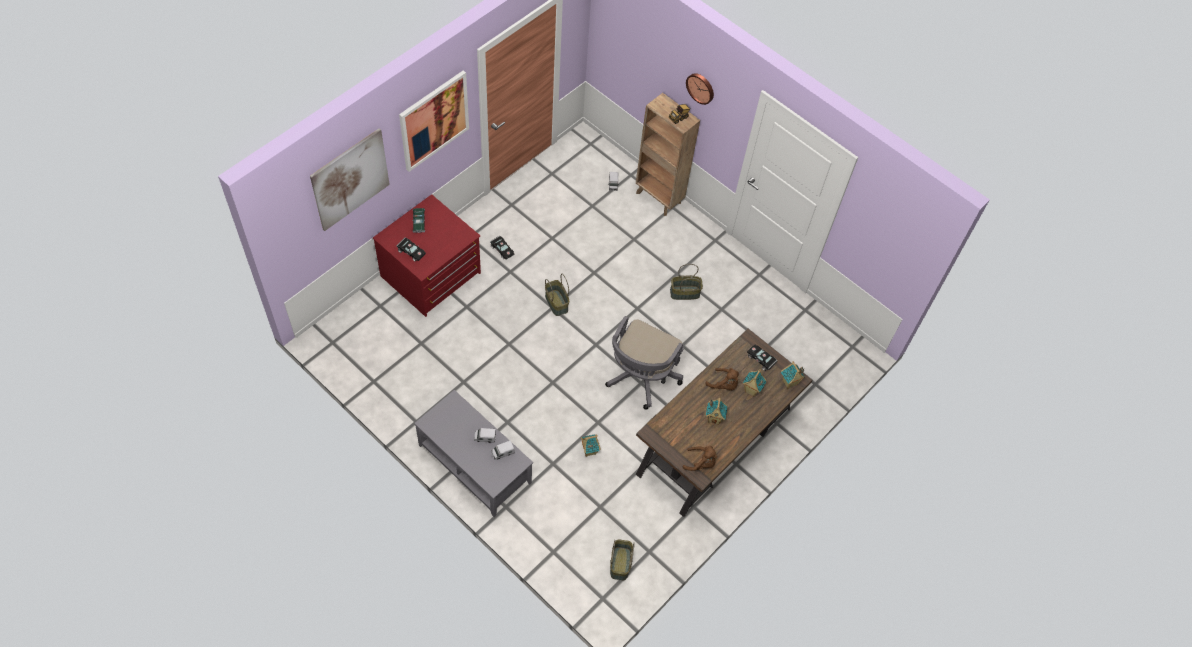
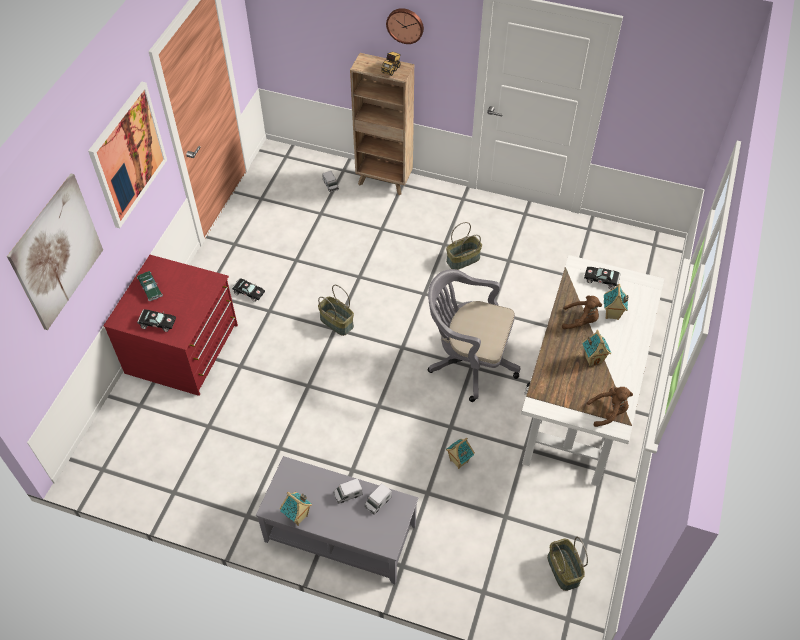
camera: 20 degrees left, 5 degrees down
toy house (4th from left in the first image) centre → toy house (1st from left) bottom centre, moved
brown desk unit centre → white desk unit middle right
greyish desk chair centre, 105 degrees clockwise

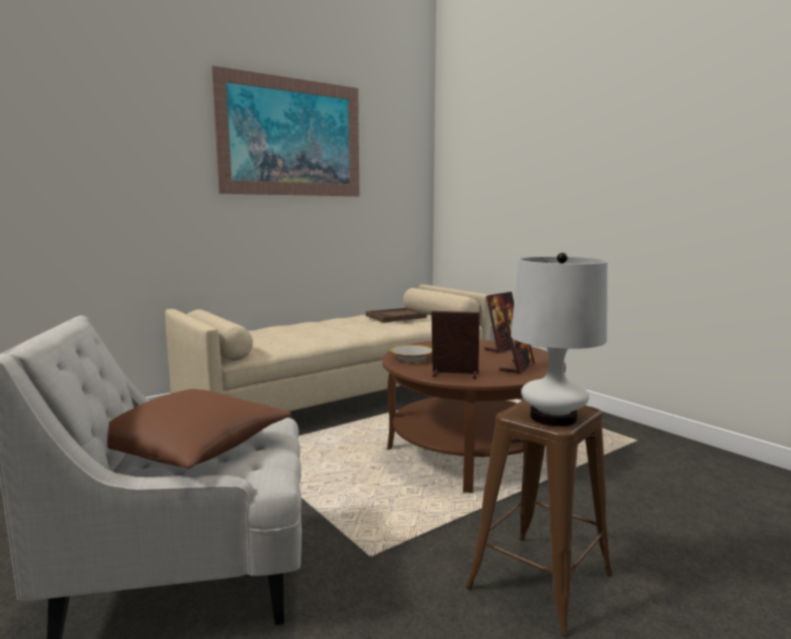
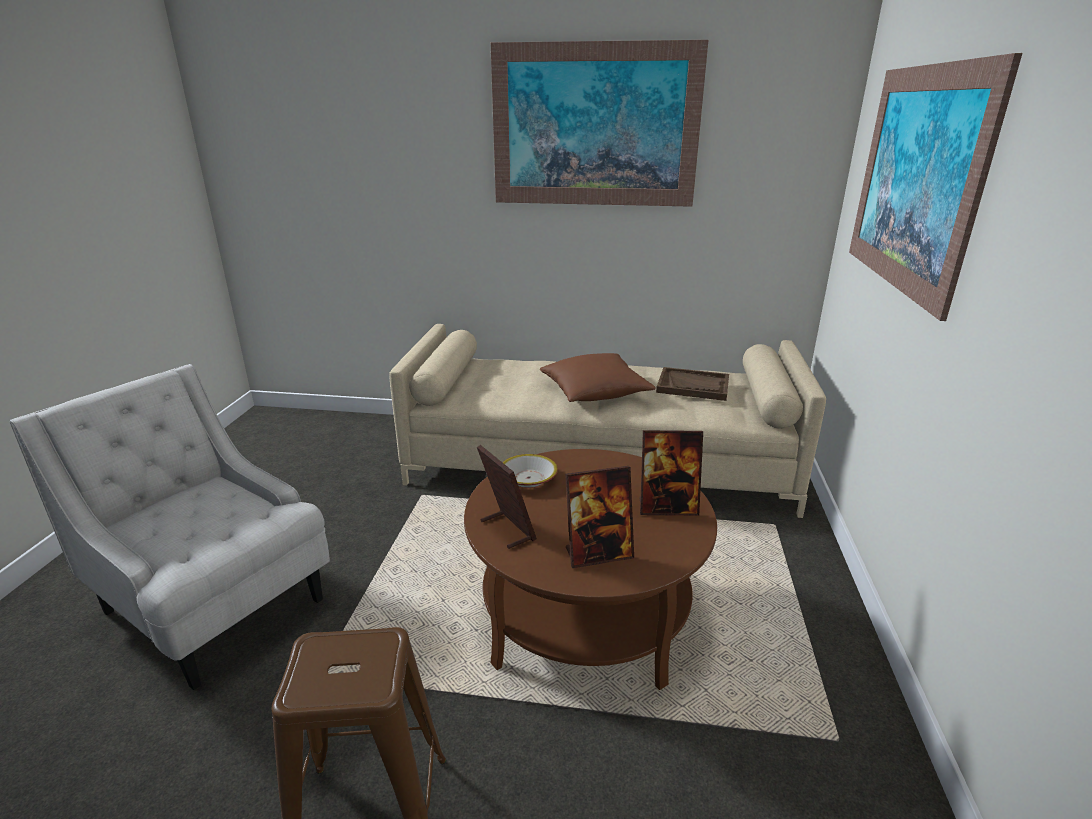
camera: 45 degrees right, 15 degrees up
white table lamp middle right → -
- → wall art (2nd from left) top right
brown throw pillow bottom left → brown throw pillow centre, moved

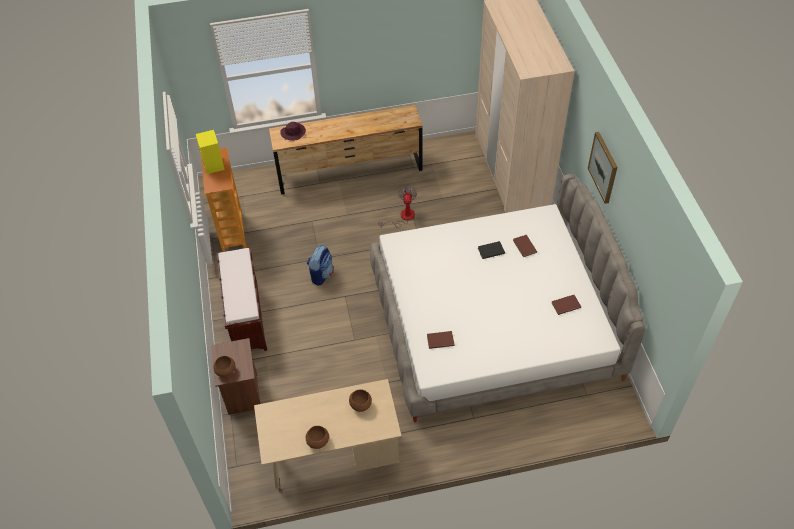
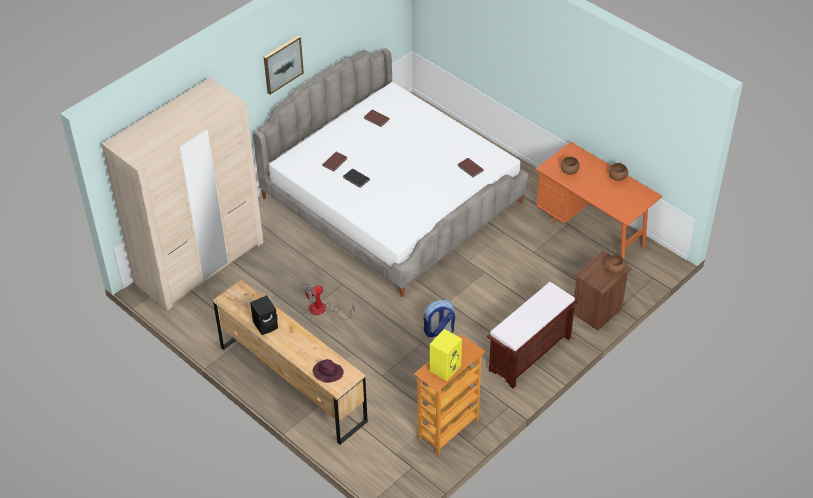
camera: 125 degrees left, 5 degrees down
- → blackish loudspeaker middle left
beige-coloured desk unit bottom centre → orange desk unit middle right

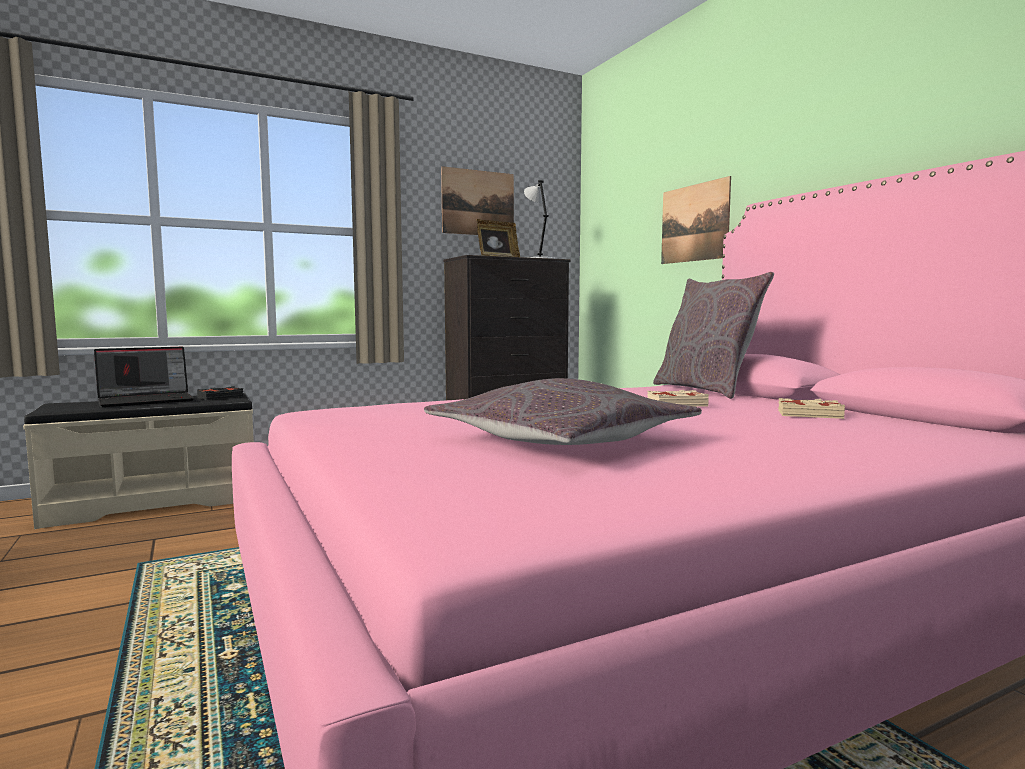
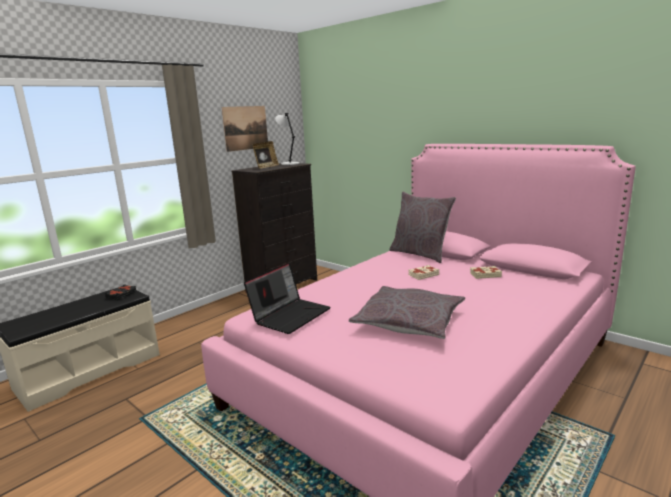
camera: 20 degrees left, 10 degrees up
wall art (2nd from left) top right → -
notebook computer middle left → notebook computer centre, moved

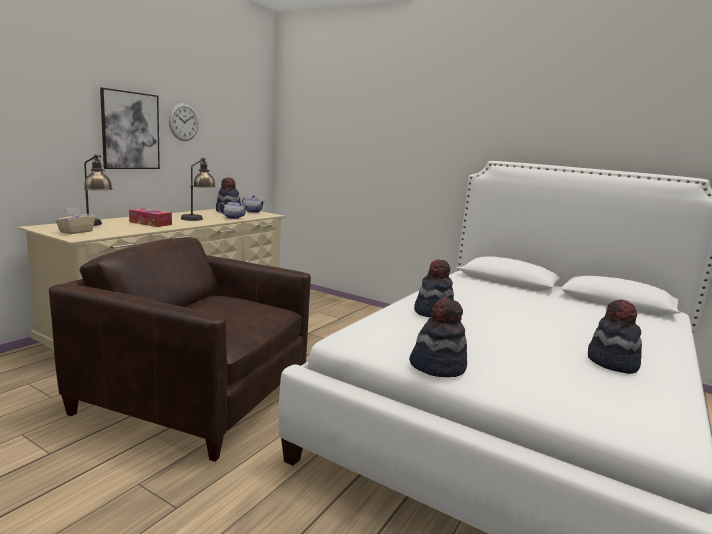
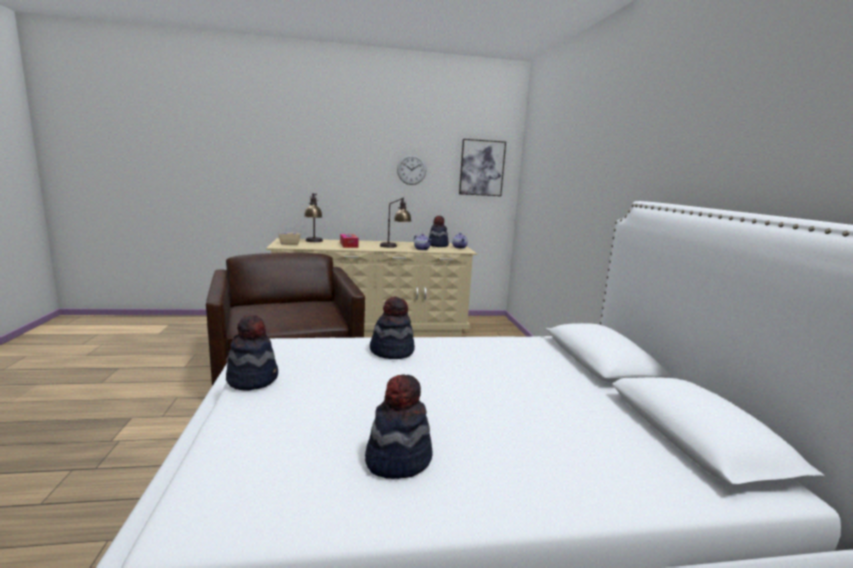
camera: 50 degrees right, 0 degrees up
wall art top left → wall art top centre, moved

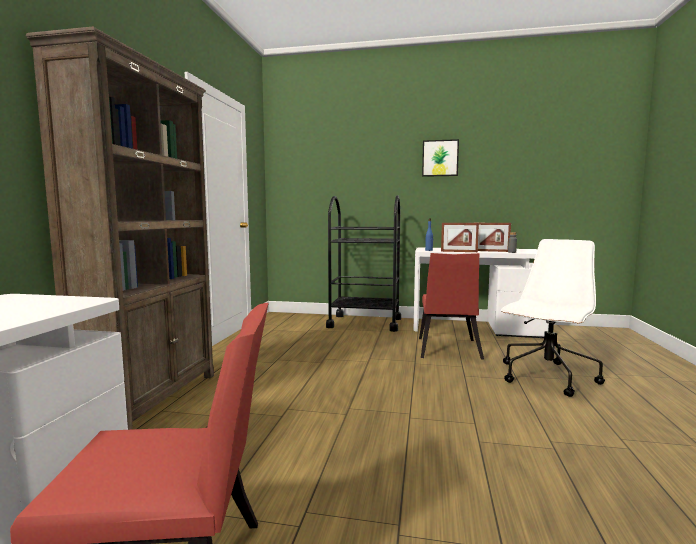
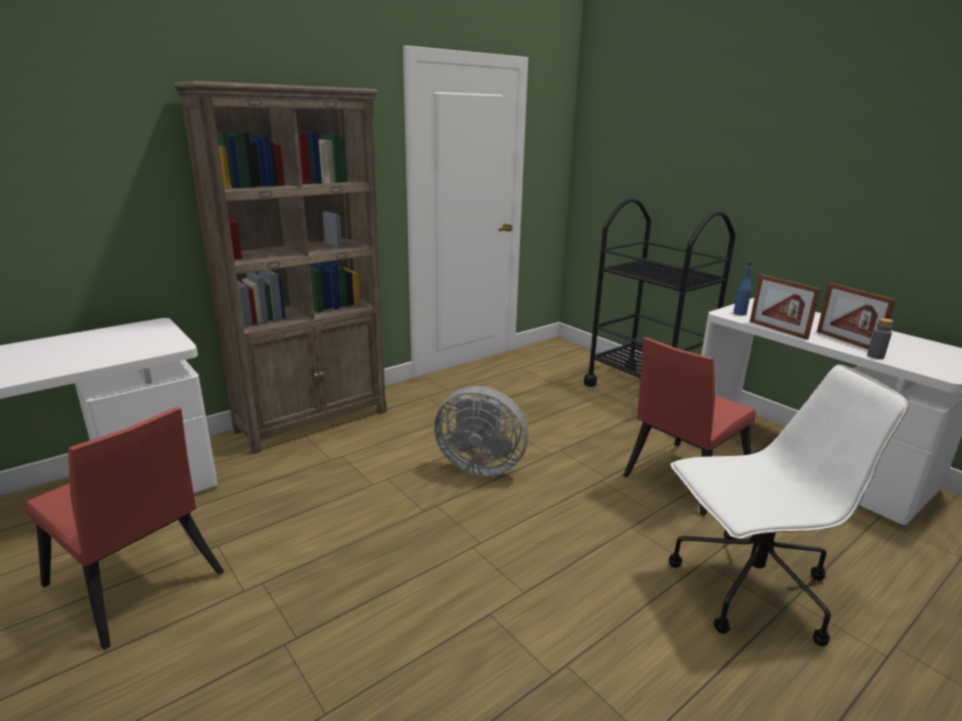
camera: 40 degrees right, 15 degrees up
wall art top centre → -
- → greyish electric fan centre

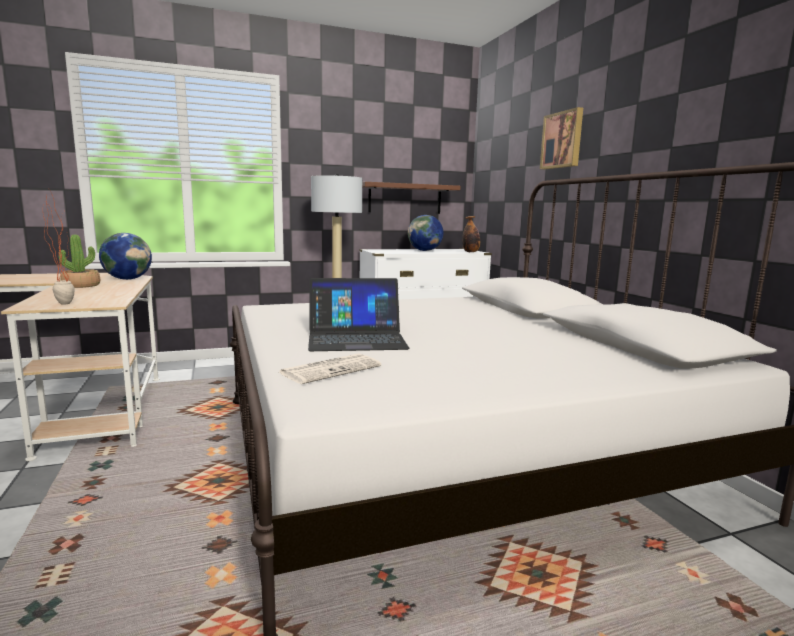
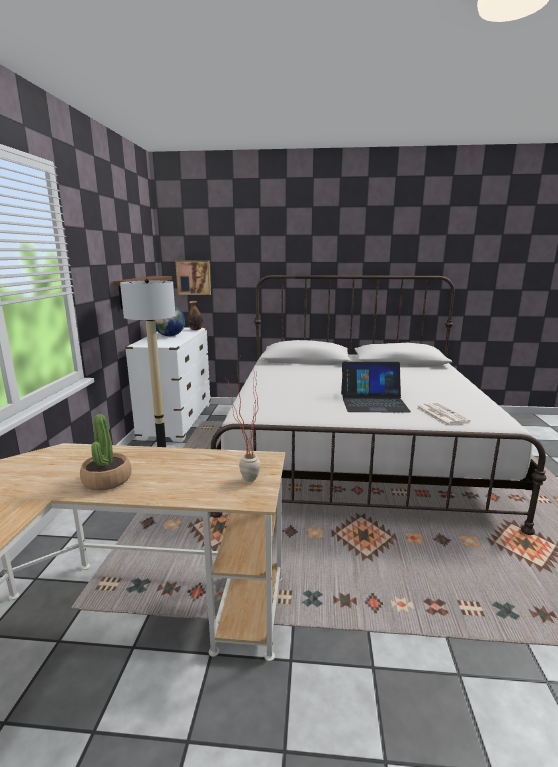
camera: 65 degrees left, 5 degrees up
globe (1st from left) middle left → -
wall art top right → wall art centre, moved
notebook computer centre → notebook computer middle right, 75 degrees clockwise

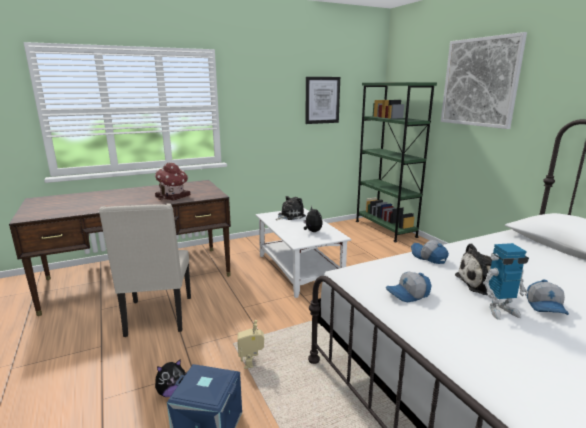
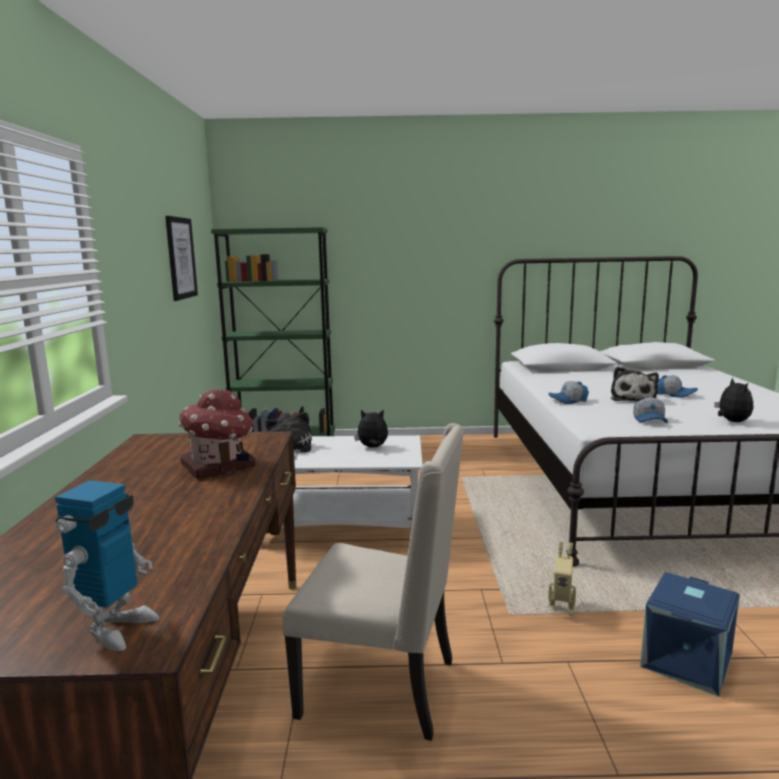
camera: 65 degrees left, 5 degrees down
wall art (2nd from left) top right → -
soft toy (1st from left in the first image) bottom left → soft toy (4th from left) middle right, moved
model robot (2nd from left in the first image) middle right → model robot (1st from left) bottom left, moved

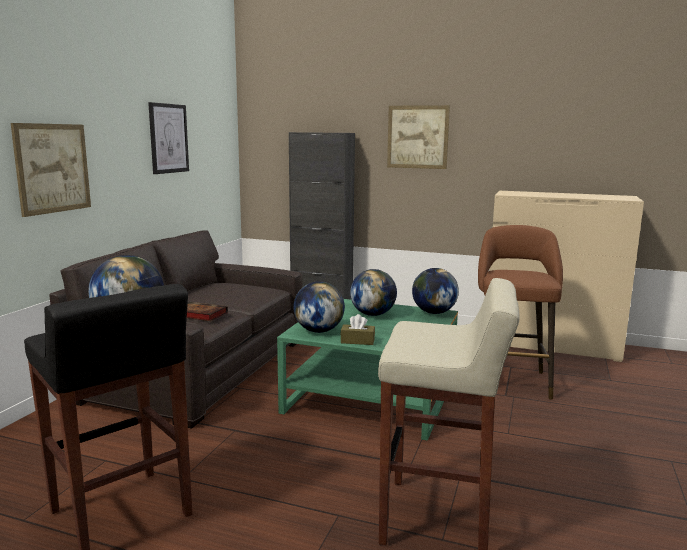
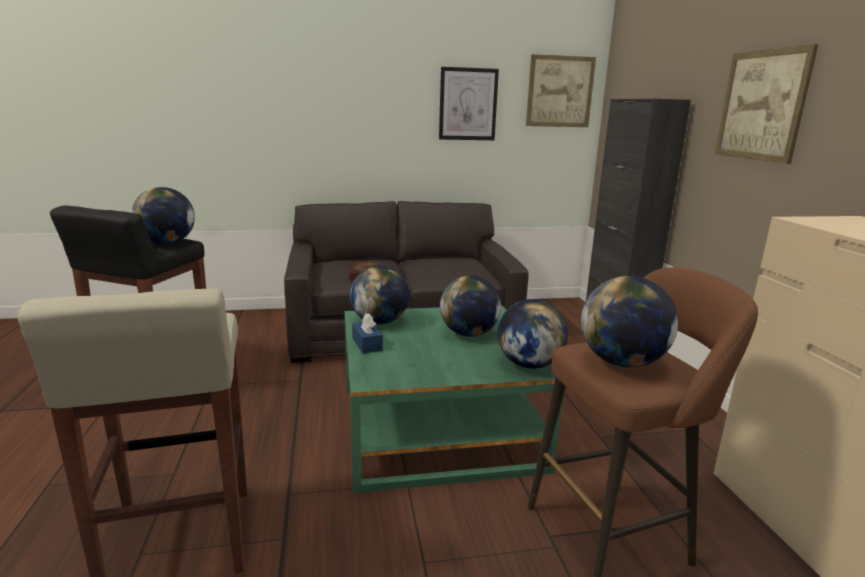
camera: 60 degrees right, 5 degrees up
- → globe (5th from left) middle right
wall art (1st from left in the first image) top left → wall art (2nd from left) top centre, moved
brown tissue box centre → blue-coloured tissue box centre

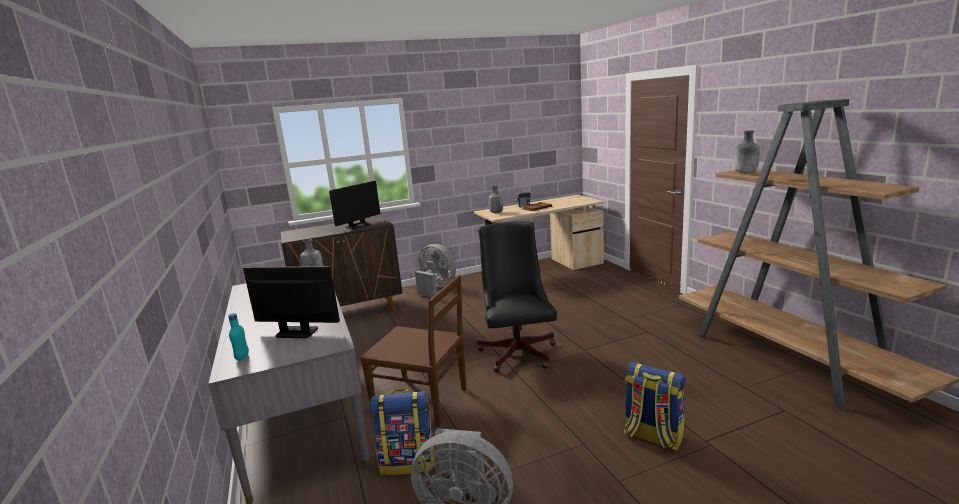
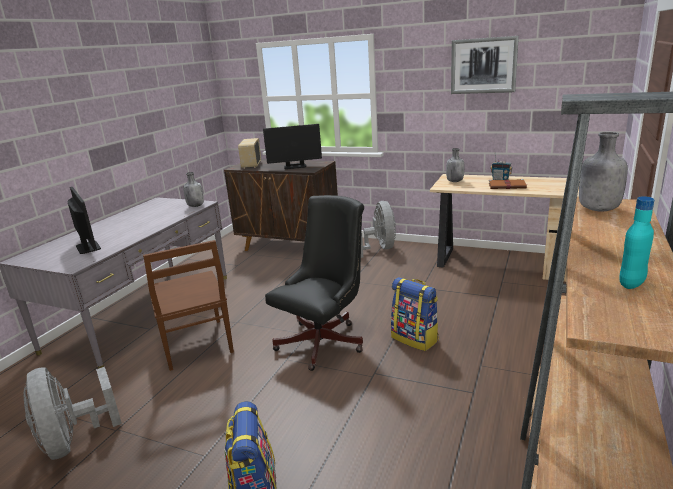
camera: 45 degrees right, 5 degrees up
- → radio receiver (1st from left) top centre
- → wall art top right
turquoise beverage bottle bottom left → turquoise beverage bottle middle right, moved
knapsack (1st from left in the first image) bottom centre → knapsack (2nd from left) centre, moved

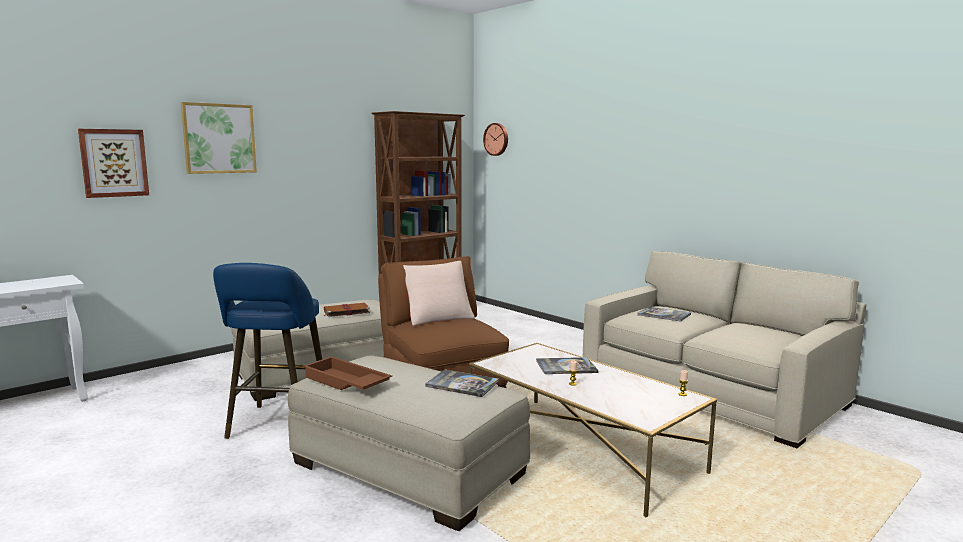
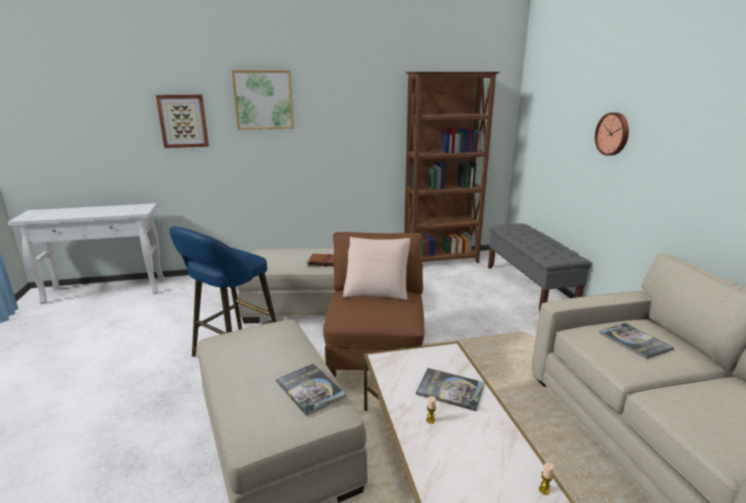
camera: 30 degrees right, 10 degrees up
brown carrying tray bottom centre → -
- → greyish bench middle right
clock on the wall top centre → clock on the wall top right, moved

